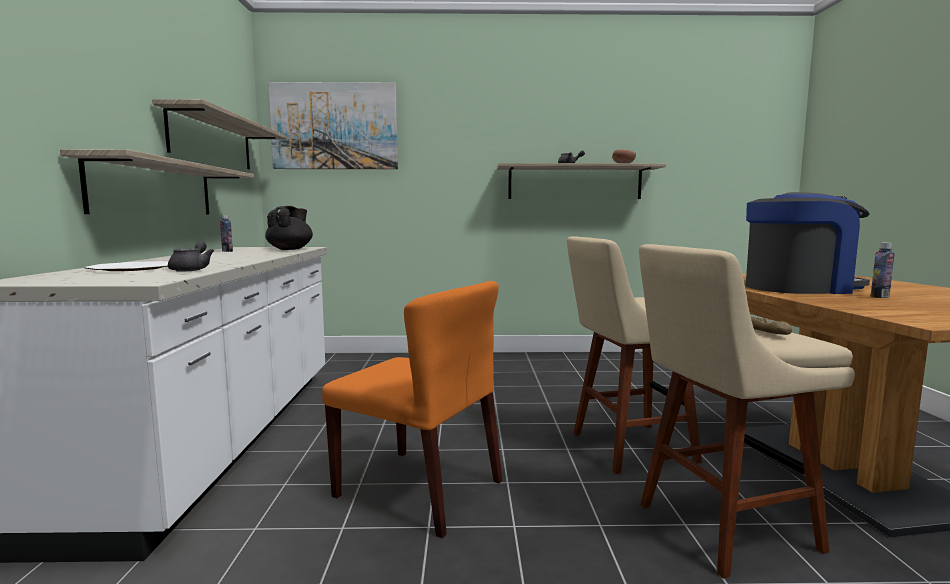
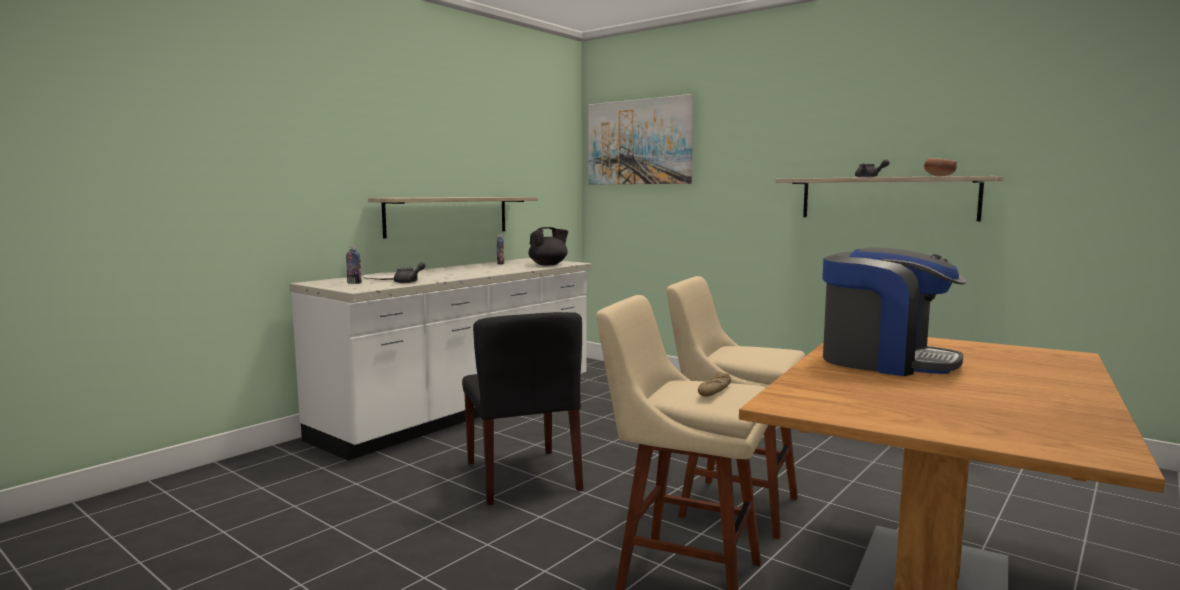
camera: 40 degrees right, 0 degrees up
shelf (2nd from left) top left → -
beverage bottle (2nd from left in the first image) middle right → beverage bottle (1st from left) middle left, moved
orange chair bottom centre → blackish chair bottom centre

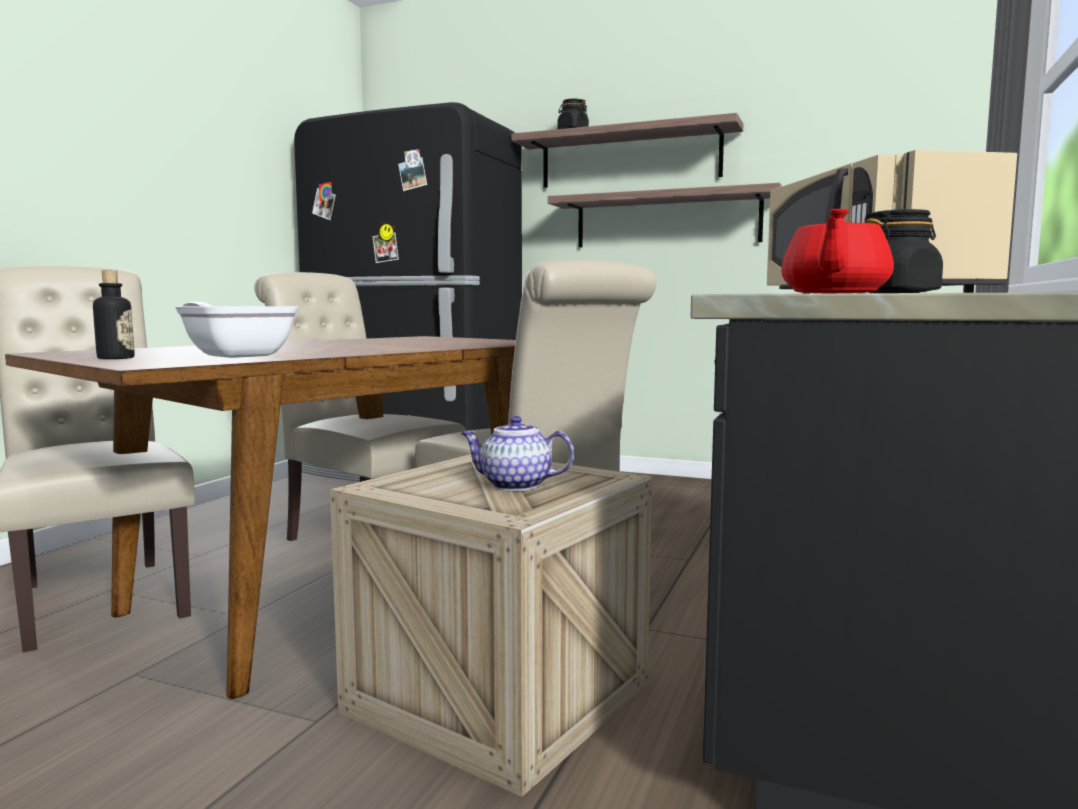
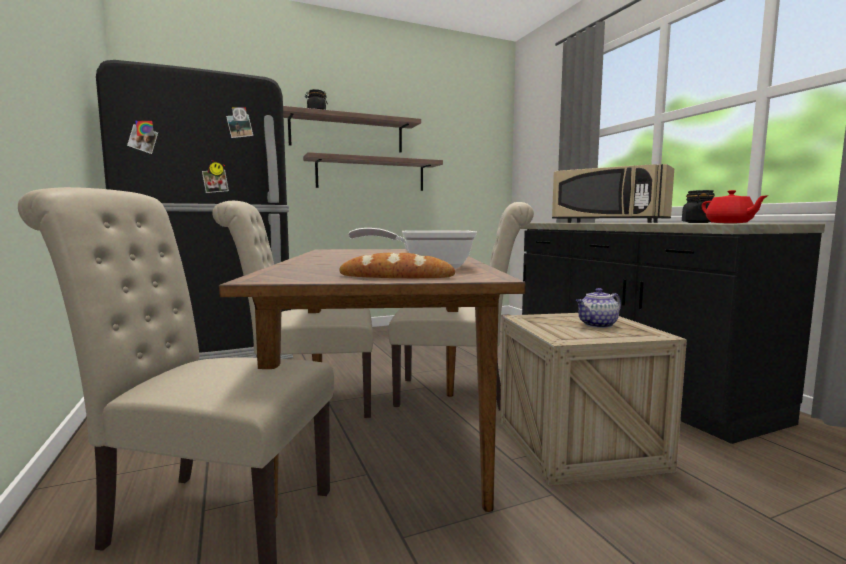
camera: 45 degrees left, 0 degrees up
beverage bottle middle left → bakery bread centre

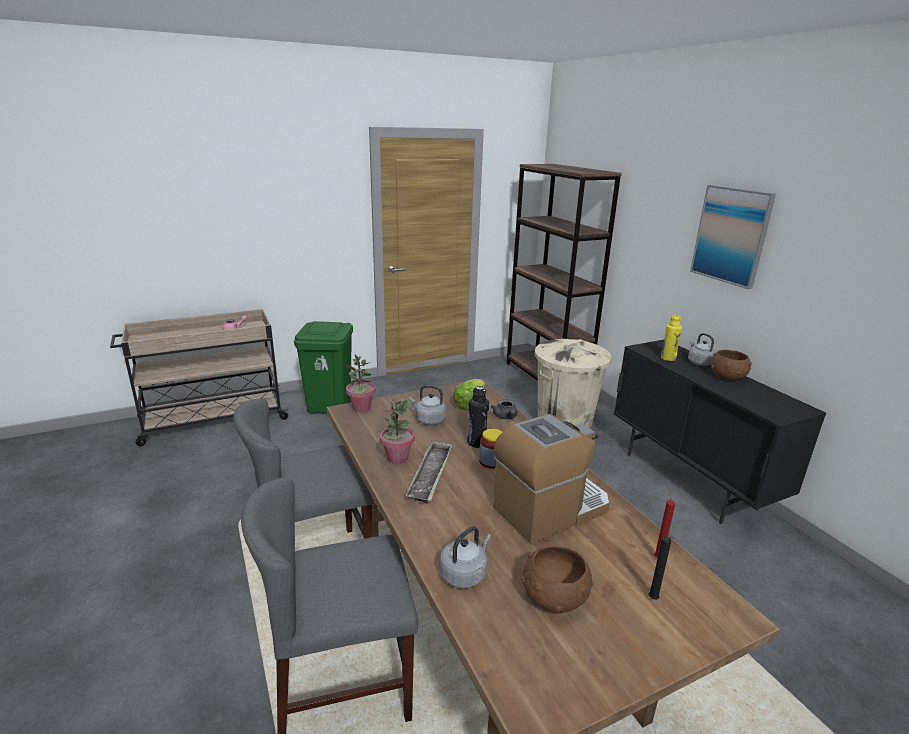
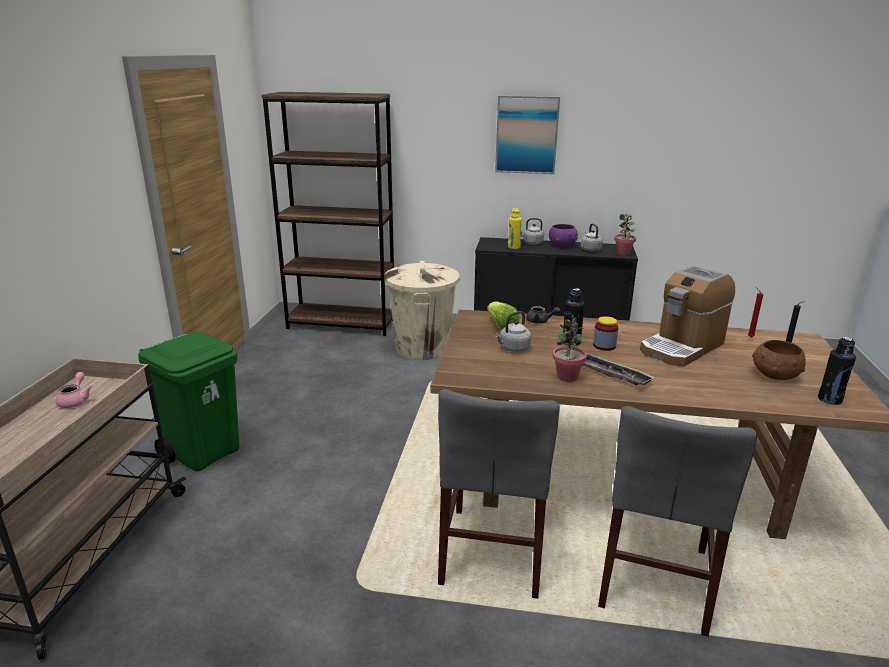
camera: 55 degrees left, 0 degrees up
- → blackish beverage bottle (2nd from left) middle right
potted plant (1st from left in the first image) centre → potted plant (2nd from left) middle right, moved
greyish kettle (2nd from left in the first image) bottom centre → greyish kettle (3rd from left) centre, moved
brown serving bowl (2nd from left) middle right → purple-coloured serving bowl centre
coffee maker centre → coffee maker middle right, 135 degrees counterclockwise

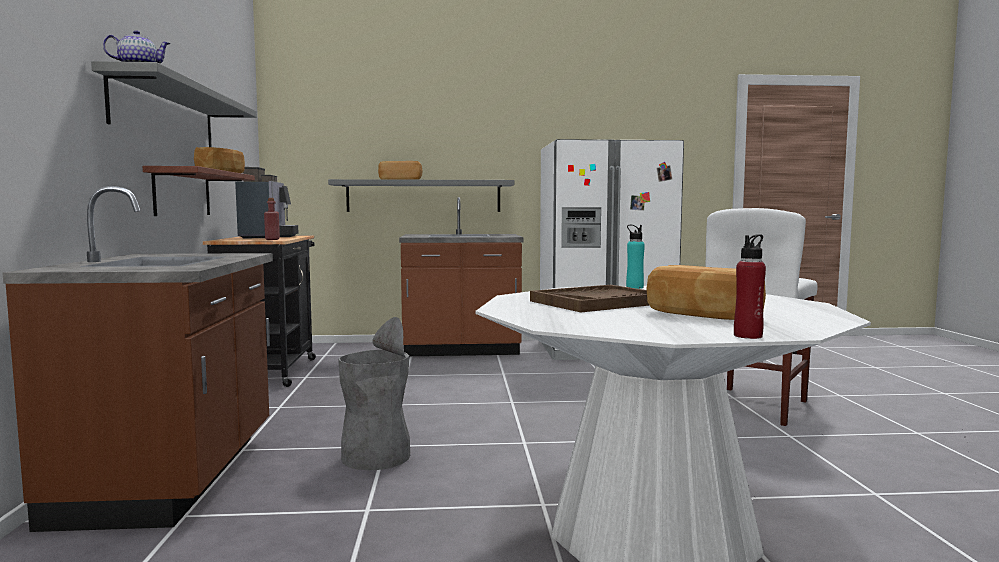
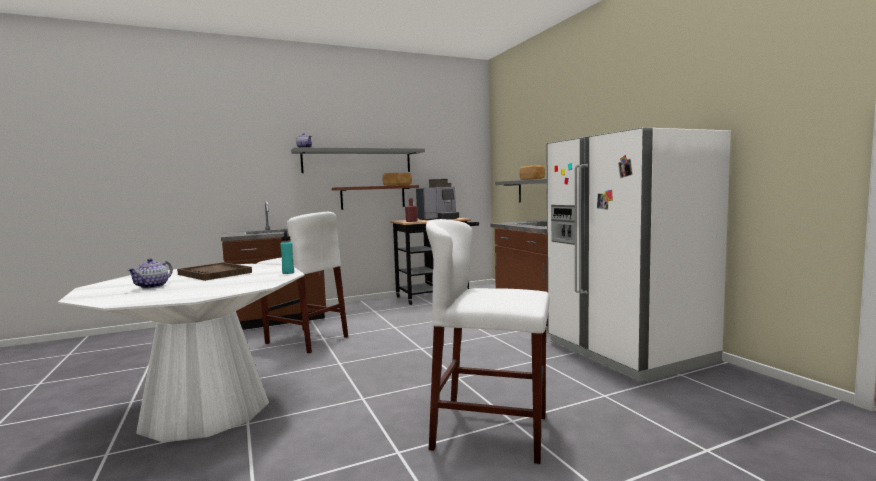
camera: 70 degrees right, 0 degrees up
red-coloured beverage bottle (2nd from left) middle right → -
greyish waste bin bottom centre → white stool (1st from left) centre
bakery bread (3rd from left) middle right → pot for tea (1st from left) middle left

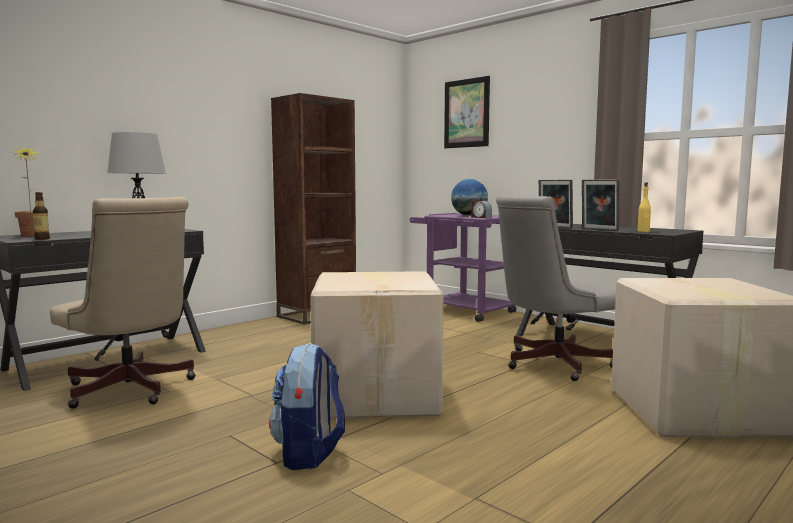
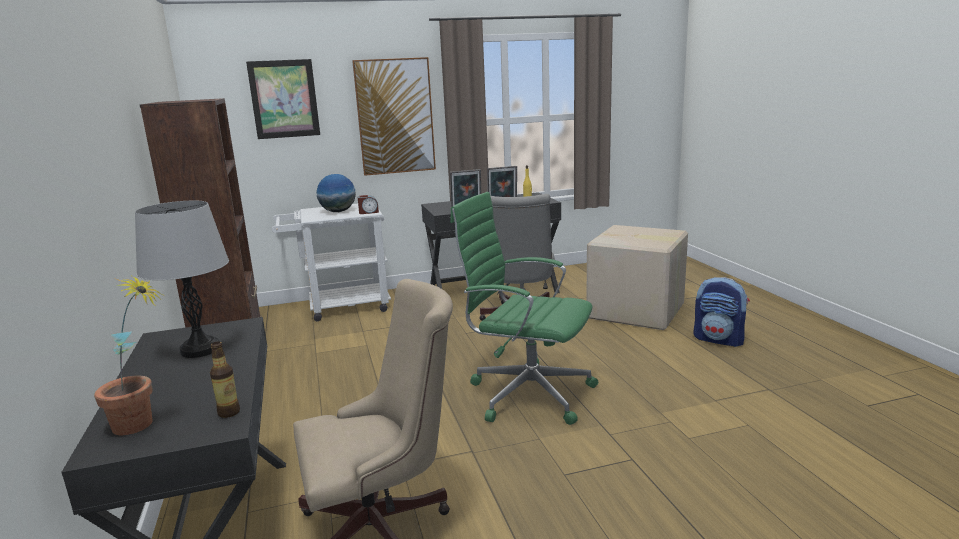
camera: 60 degrees left, 10 degrees up
- → wall art (2nd from left) top centre
knapsack bottom centre → knapsack middle right, moved
cardboard box (1st from left) centre → green desk chair centre
purple-coloured trolley centre → white trolley centre

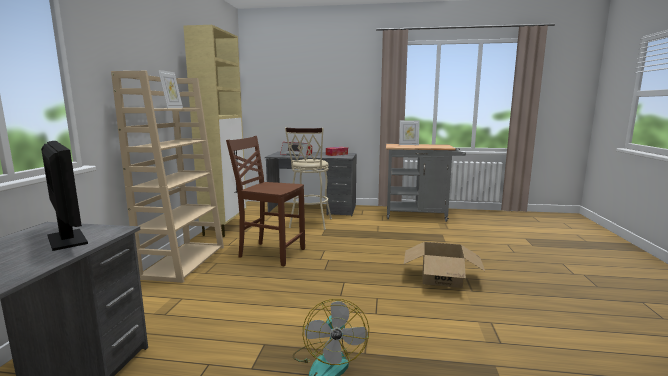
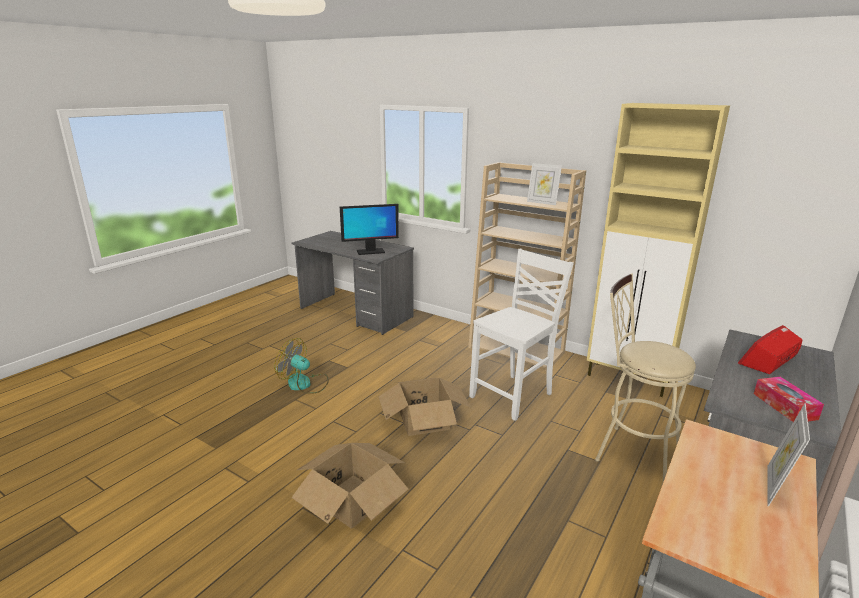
camera: 115 degrees right, 10 degrees up
- → cardboard box (2nd from left) bottom centre
brown chair centre → white chair centre

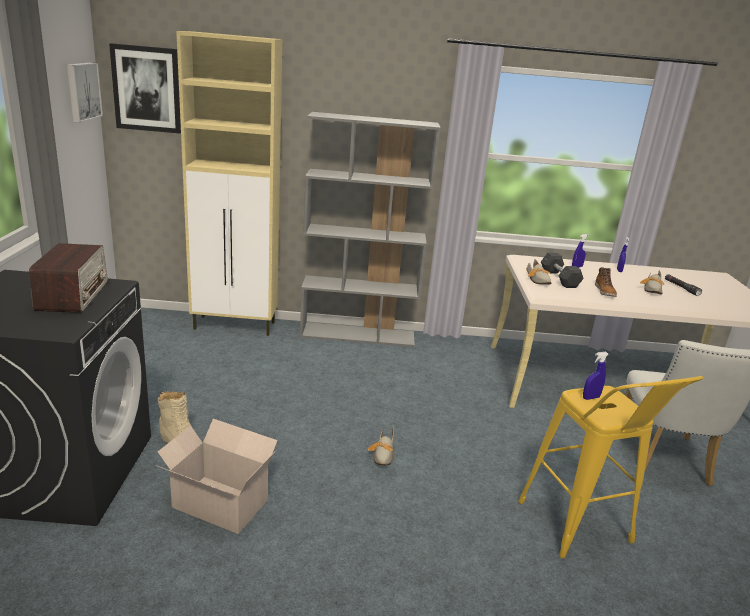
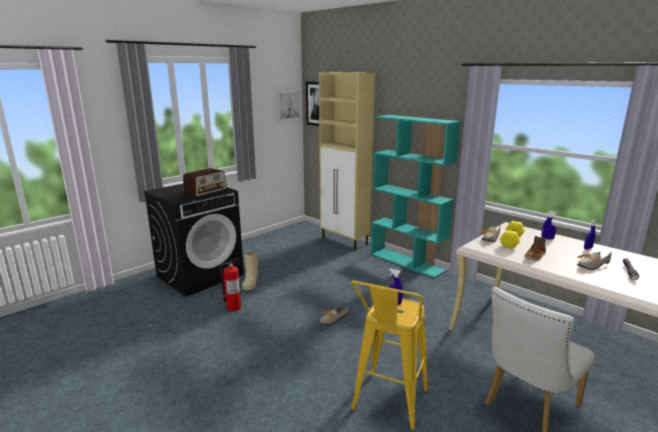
camera: 45 degrees right, 5 degrees down
cardboard box bottom left → fire-fighting cylinder centre
greyish bookcase centre → turquoise bookcase centre
greyish dumbbell middle right → yellow-coloured dumbbell middle right

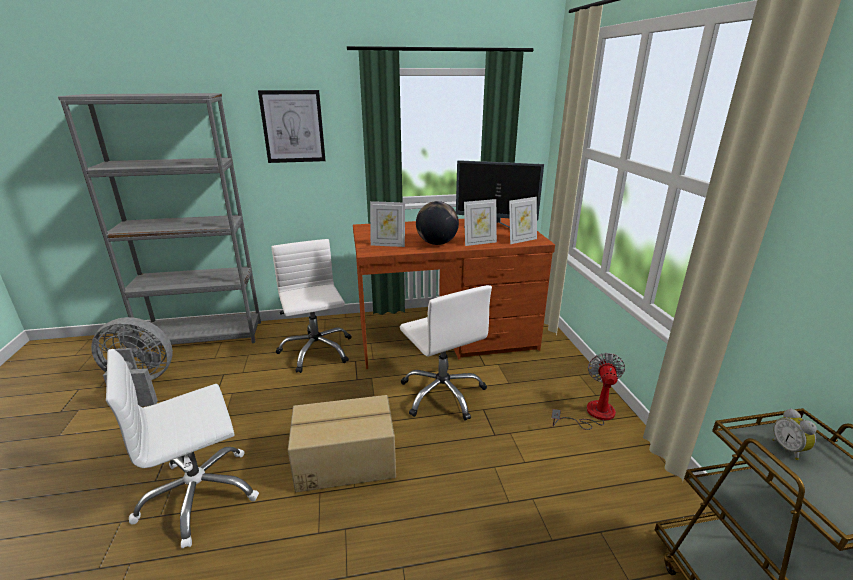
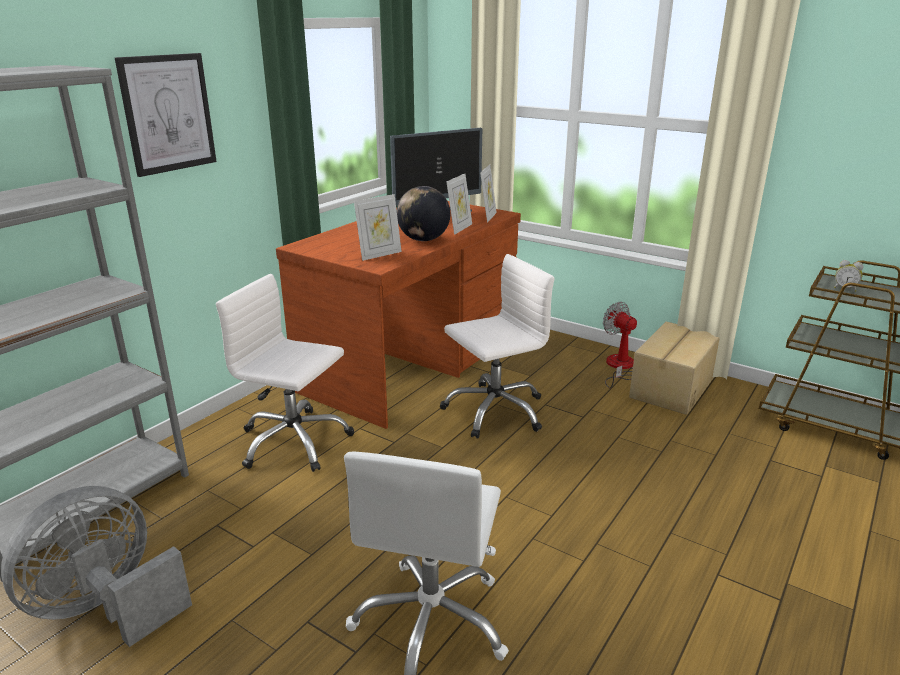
camera: 45 degrees left, 0 degrees up
cardboard box bottom centre → cardboard box middle right, moved
white desk chair (3rd from left) centre, 45 degrees counterclockwise

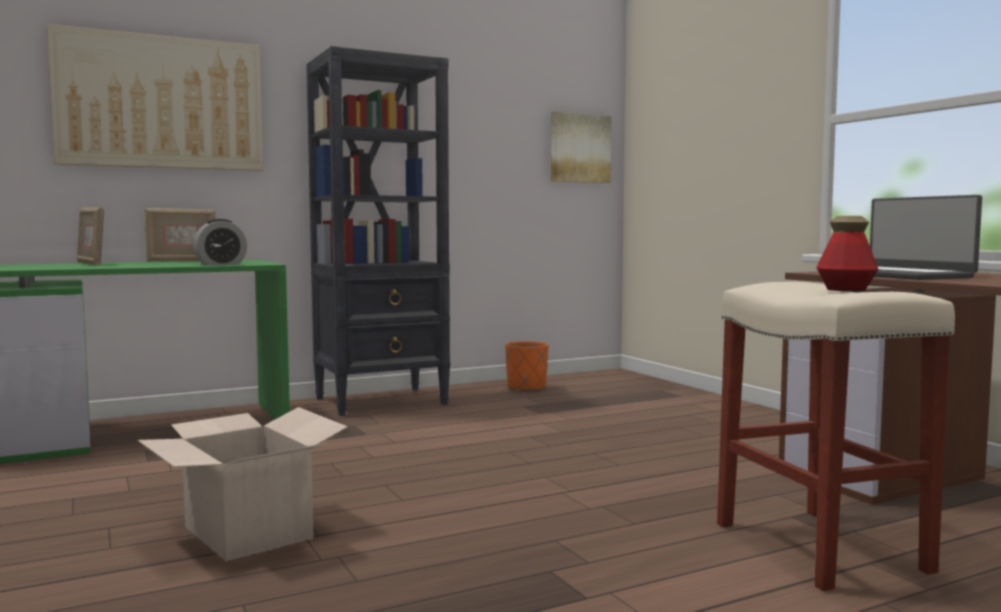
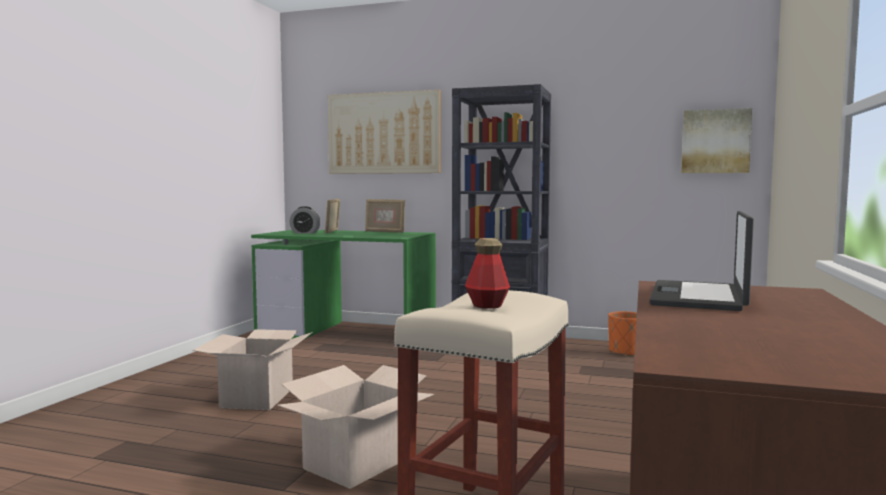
camera: 45 degrees right, 0 degrees up
- → cardboard box (2nd from left) bottom centre
table clock middle left → table clock centre, moved

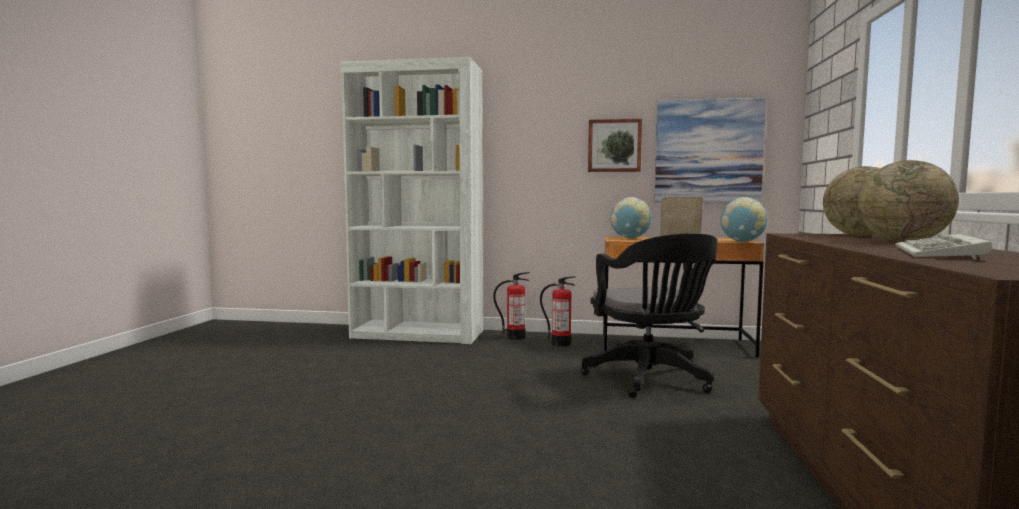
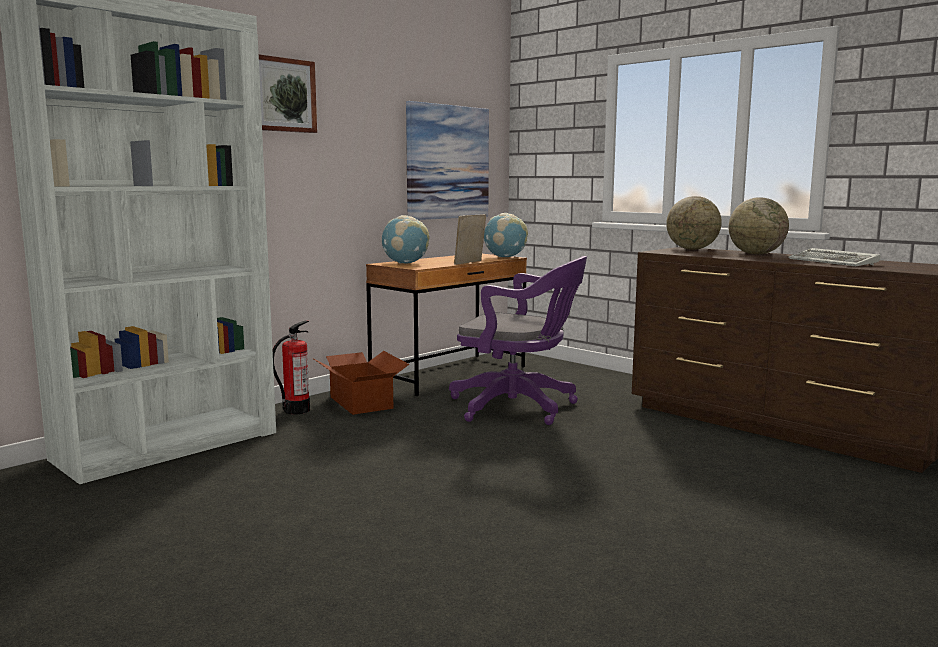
camera: 55 degrees left, 5 degrees up
wall art (1st from left) top centre → wall art (1st from left) top left, moved
fire-fighting cylinder (2nd from left) centre → cardboard box centre
blackish desk chair centre → purple-coloured desk chair centre

